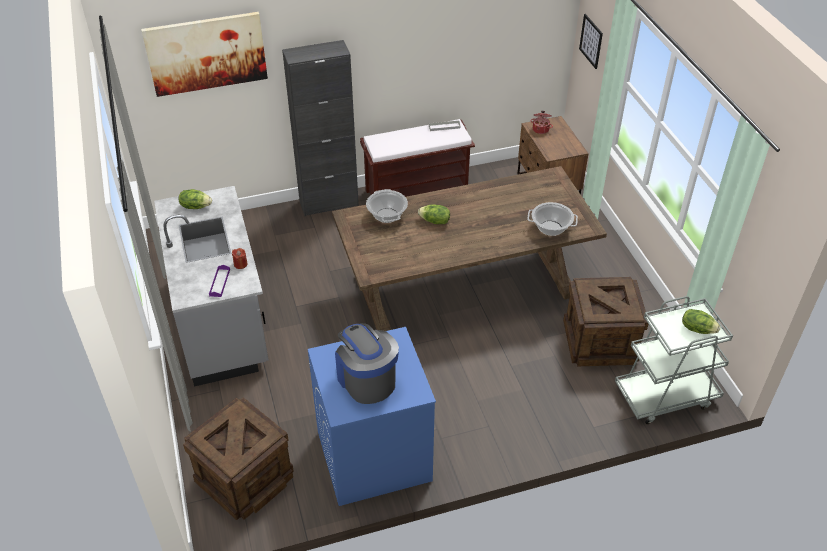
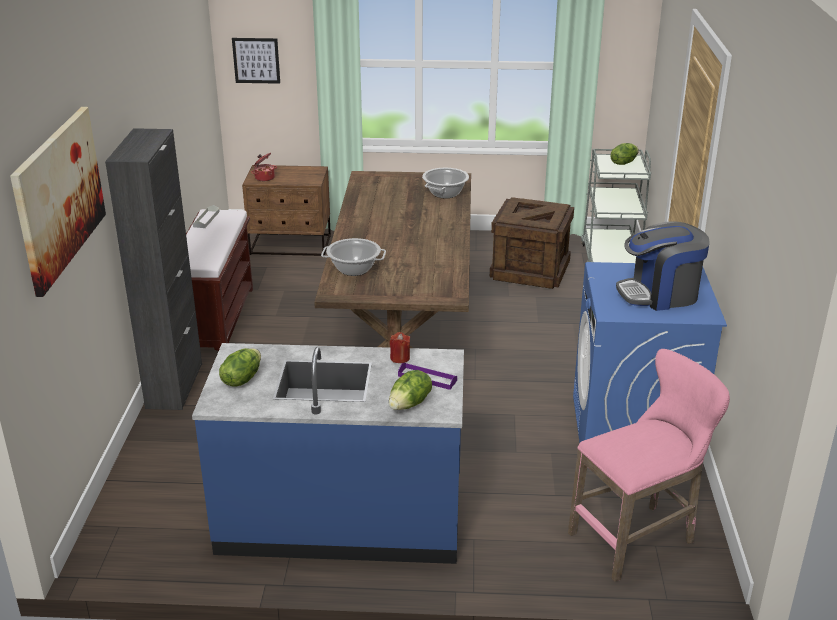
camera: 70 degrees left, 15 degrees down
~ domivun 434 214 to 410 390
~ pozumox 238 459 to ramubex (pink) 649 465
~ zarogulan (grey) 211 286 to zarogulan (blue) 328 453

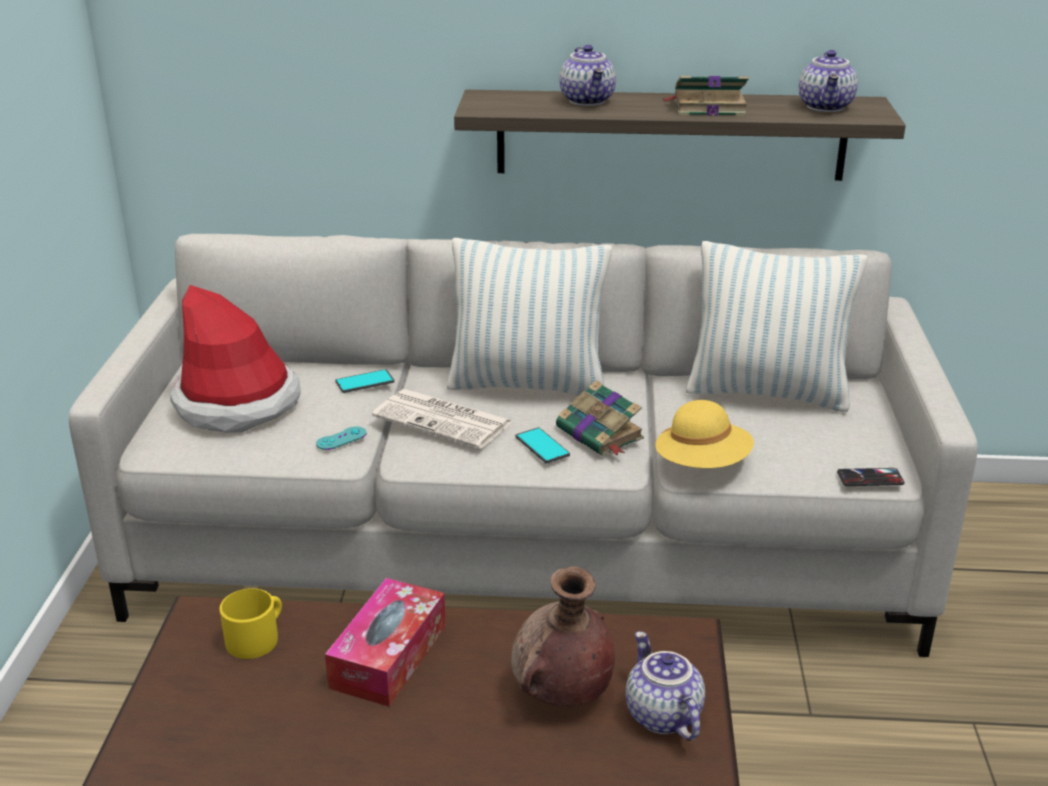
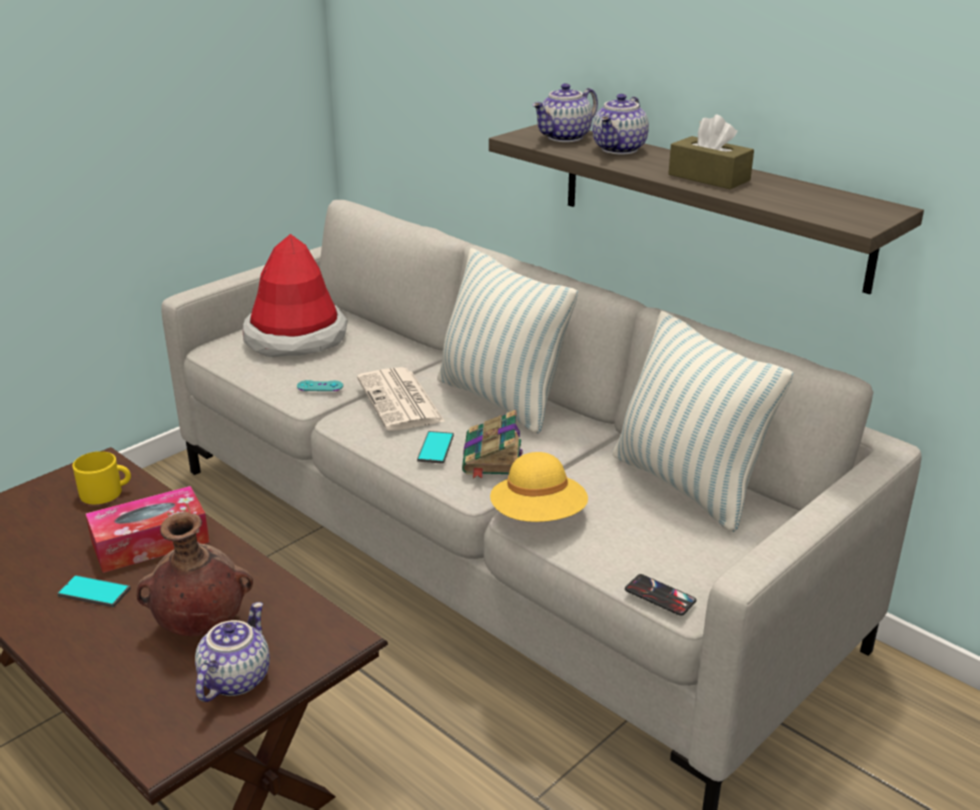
camera: 40 degrees right, 0 degrees up
~ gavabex 364 381 to 94 591
~ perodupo 828 81 to 565 112
~ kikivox 705 96 to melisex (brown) 711 152

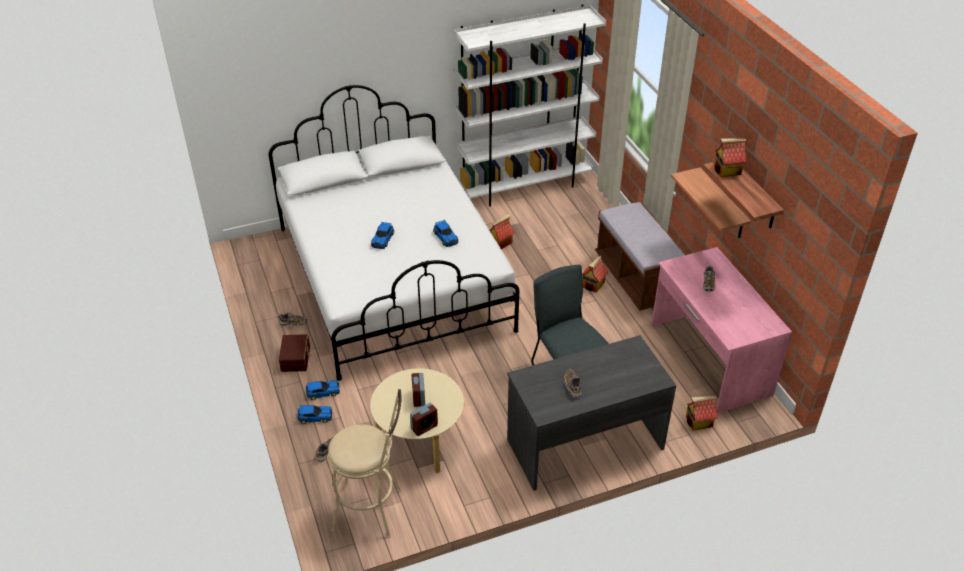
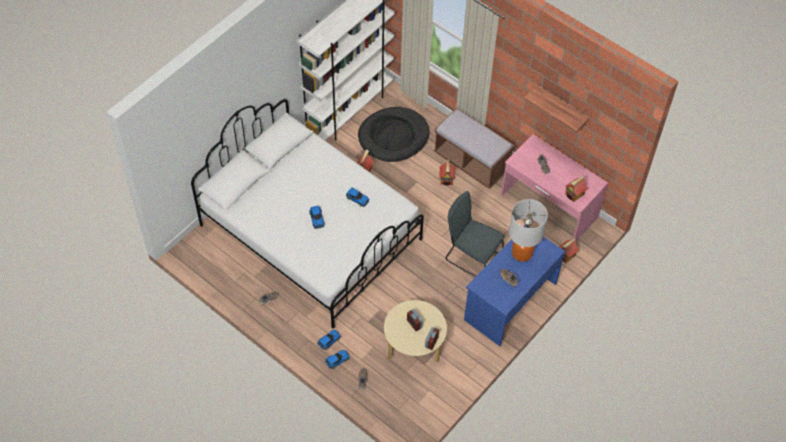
camera: 30 degrees left, 15 degrees up
- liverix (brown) 294 353
- ramubex (beige) 364 463
- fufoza 711 202
+ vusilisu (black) 394 134
+ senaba 528 230
~ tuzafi 730 158 to 576 189
~ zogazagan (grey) 591 413 to zogazagan (blue) 514 285

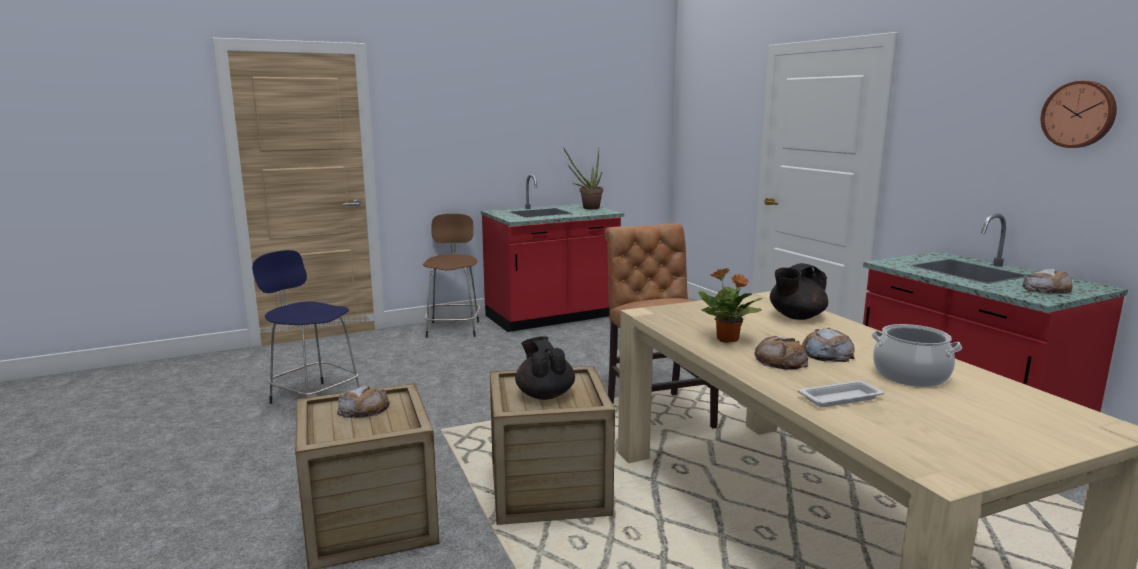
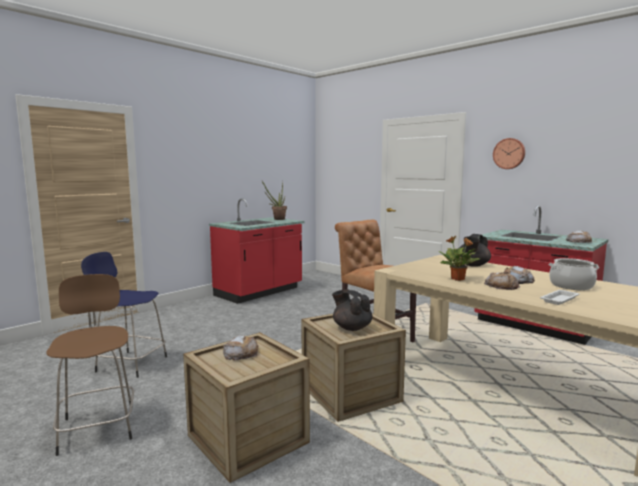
camera: 20 degrees left, 5 degrees down
~ ramubex (brown) 451 276 to 90 365
~ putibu 1079 114 to 509 153

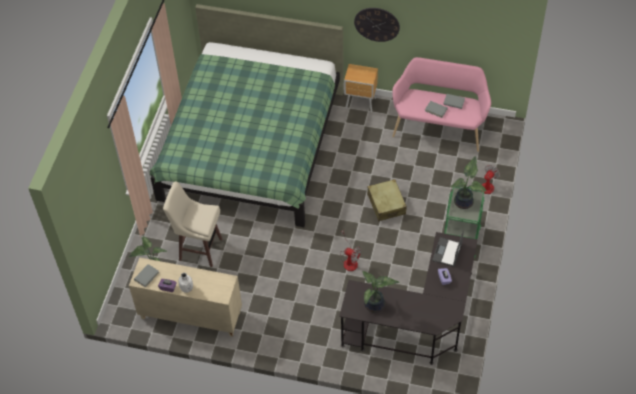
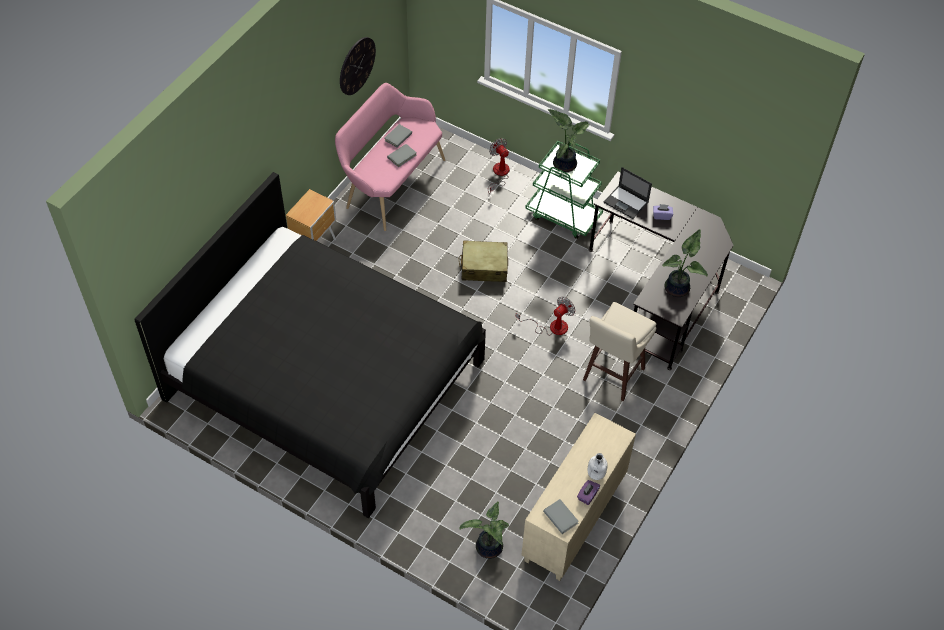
camera: 75 degrees left, 0 degrees up
~ ramubex (beige) 192 224 to 619 351
~ putibu 377 25 to 358 66
~ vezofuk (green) 247 115 to vezofuk (black) 310 345

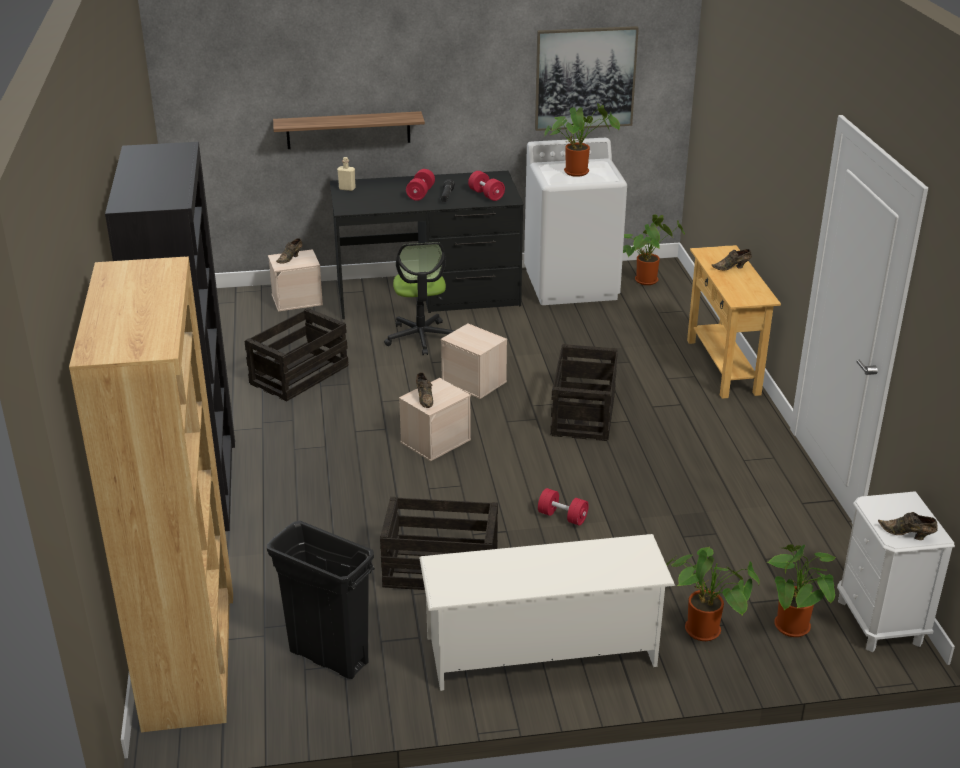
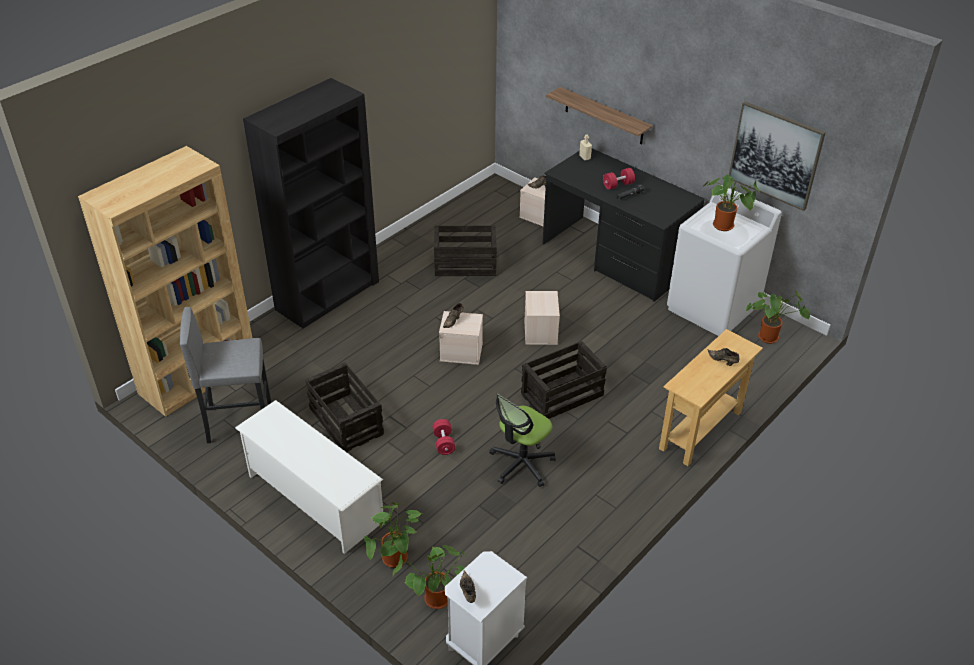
camera: 50 degrees right, 10 degrees up
- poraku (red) 486 186
~ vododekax 419 298 to 522 440
~ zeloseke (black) 321 600 to ramubex (grey) 226 375

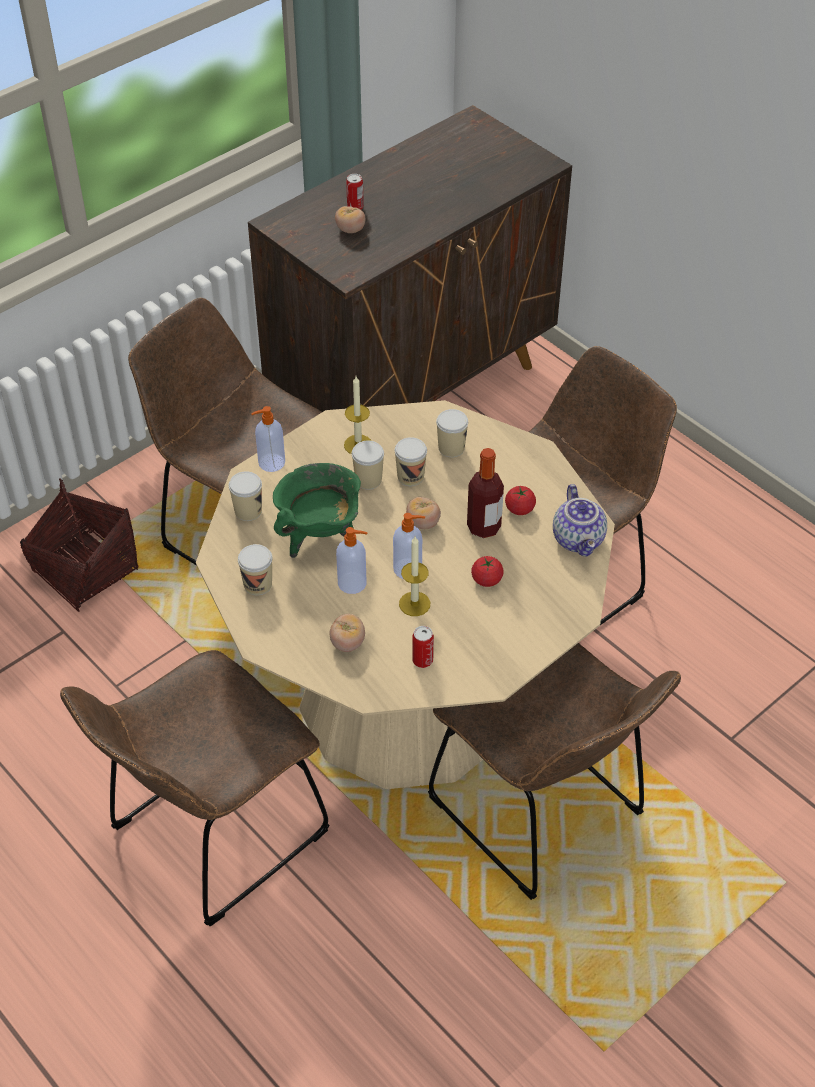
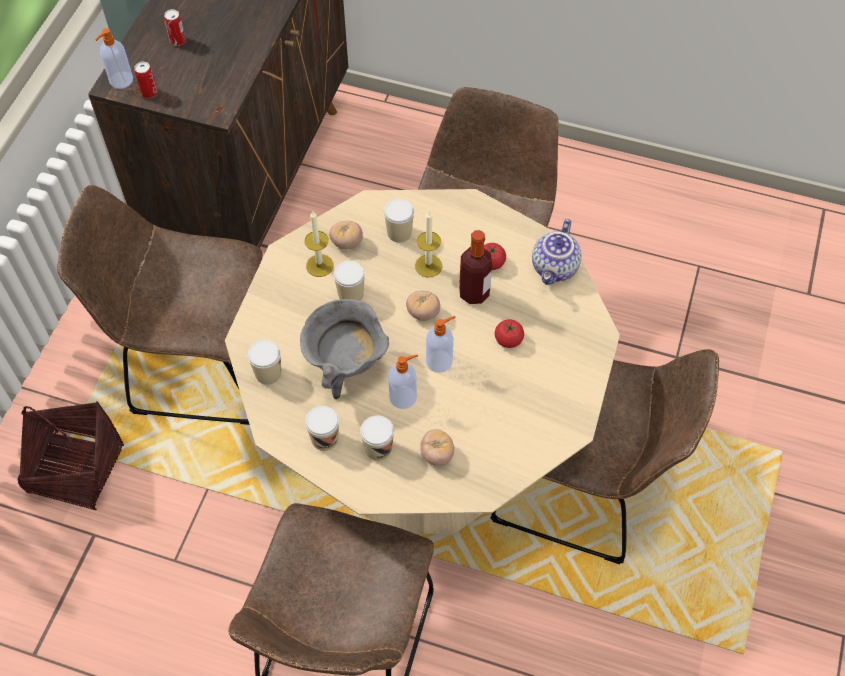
camera: 30 degrees left, 10 degrees up
~ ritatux 268 439 to 114 58
~ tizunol 350 219 to 346 235
~ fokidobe 411 461 to 377 438
~ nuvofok 414 576 to 428 245
~ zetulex 423 647 to 146 80
~ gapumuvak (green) 317 510 to gapumuvak (grey) 344 349
~ perodupo 580 520 = 557 252 60 degrees clockwise

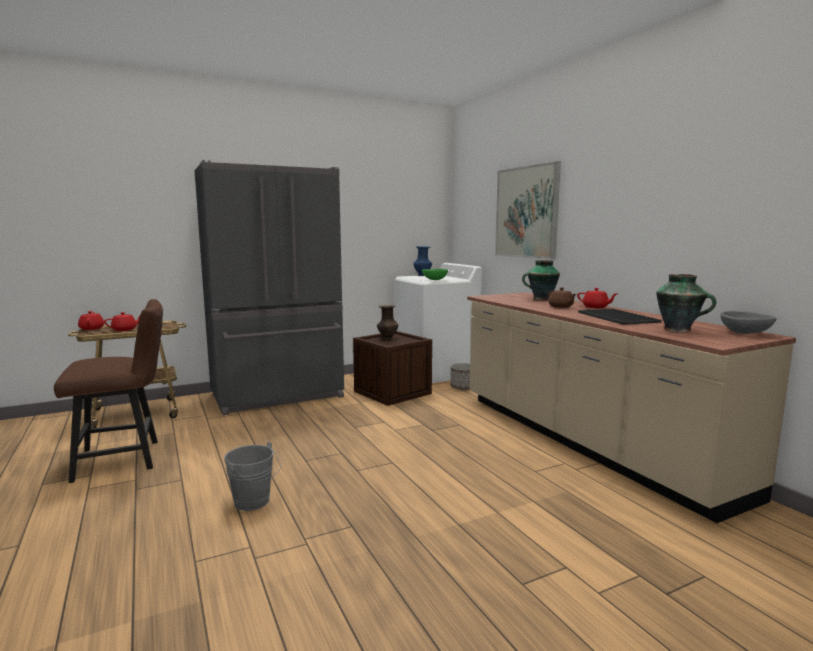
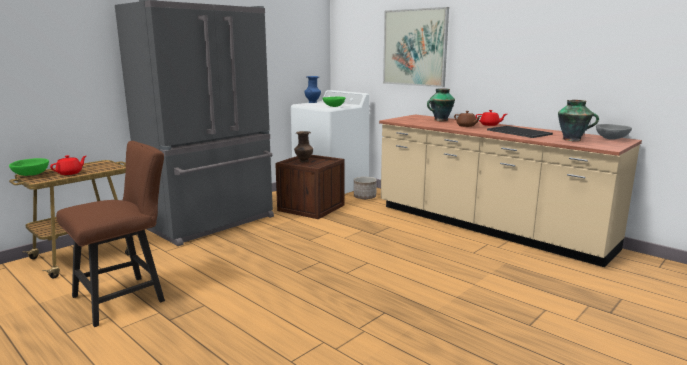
camera: 20 degrees left, 5 degrees up
- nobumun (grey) 252 476
~ perodupo (red) 91 320 to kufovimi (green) 29 167

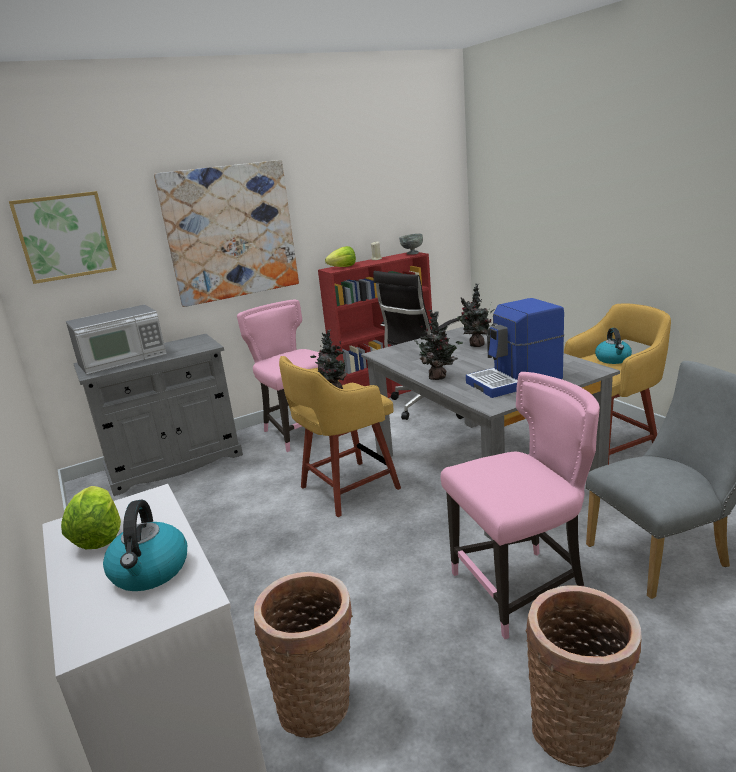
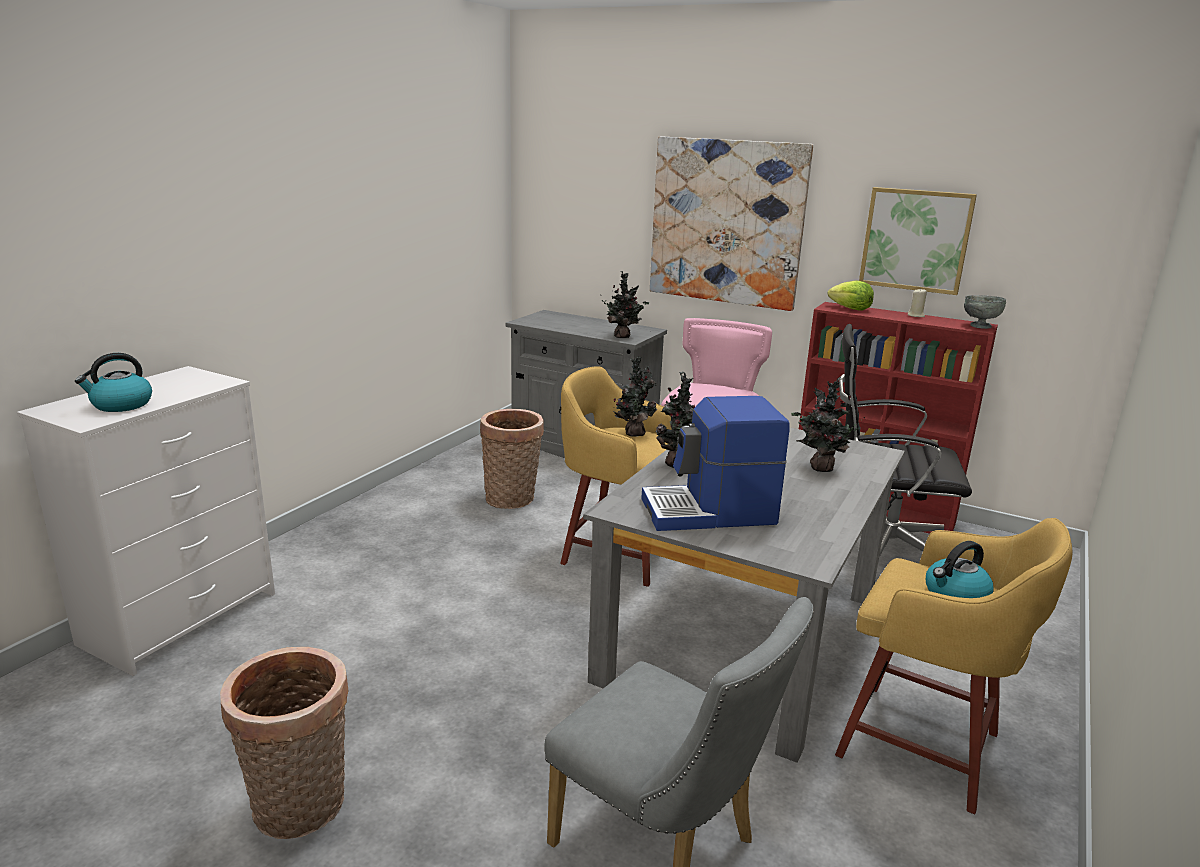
camera: 55 degrees right, 0 degrees up
- domivun 91 517
- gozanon 116 339
- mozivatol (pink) 520 505
+ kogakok 625 304
~ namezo 63 237 to 918 241
~ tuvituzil 303 655 to 512 459
~ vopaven 515 348 = 715 463 45 degrees counterclockwise

